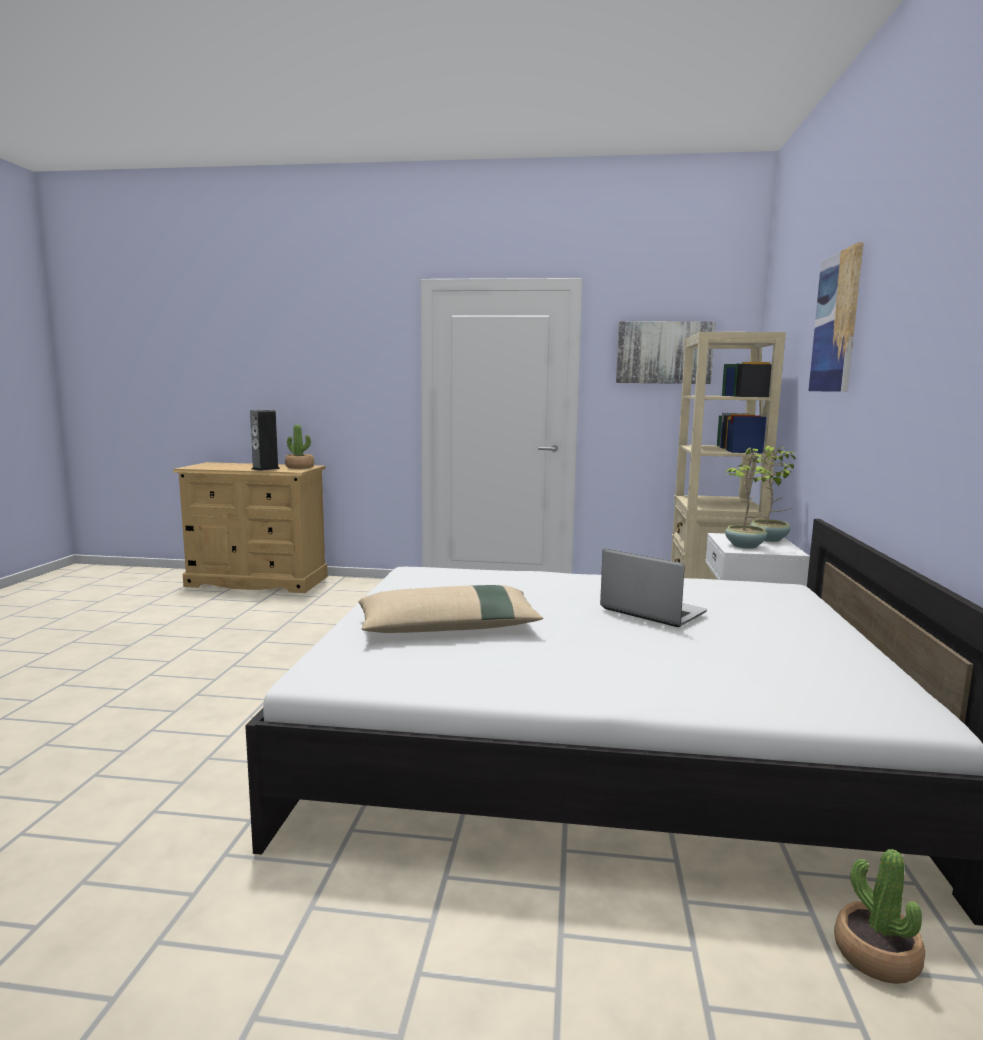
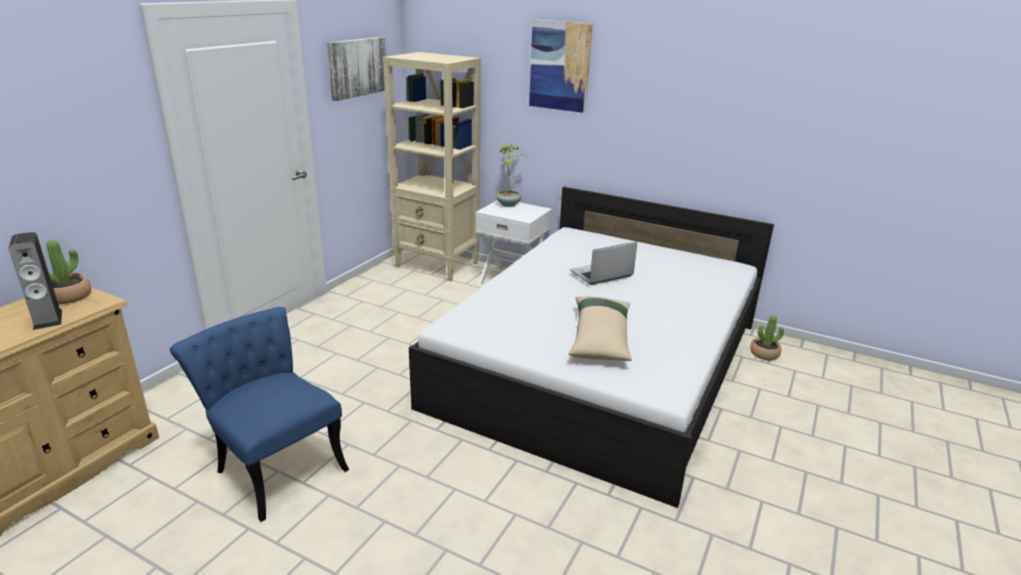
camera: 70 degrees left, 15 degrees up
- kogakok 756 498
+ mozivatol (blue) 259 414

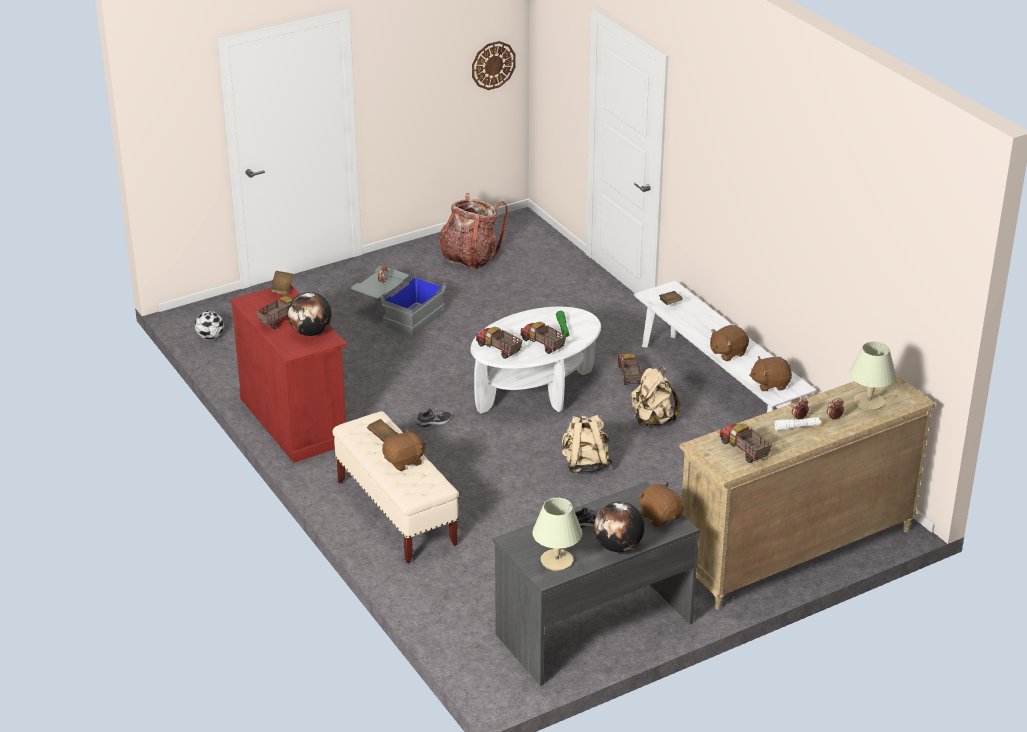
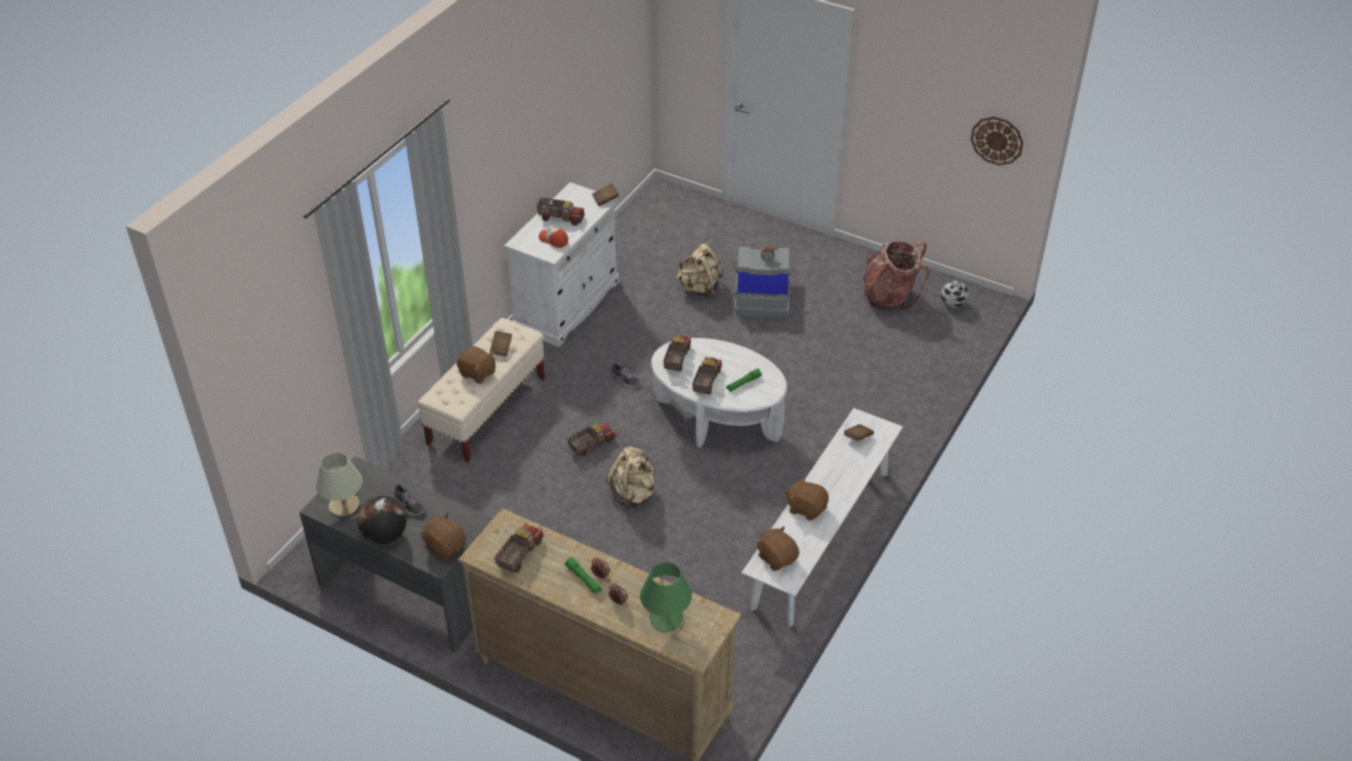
camera: 60 degrees right, 10 degrees up
~ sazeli 209 325 to 955 294
~ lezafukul 630 369 to 591 440
~ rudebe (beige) 656 397 to 699 271
~ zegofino 310 314 to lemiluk 553 237
~ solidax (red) 288 374 to solidax (white) 561 264
~ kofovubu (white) 797 424 to kofovubu (green) 583 575
~ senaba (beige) 872 376 to senaba (green) 666 597
~ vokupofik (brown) 660 505 = 443 536 75 degrees counterclockwise

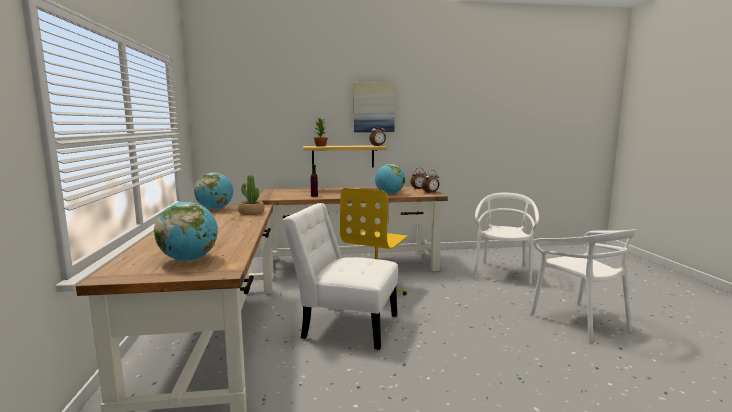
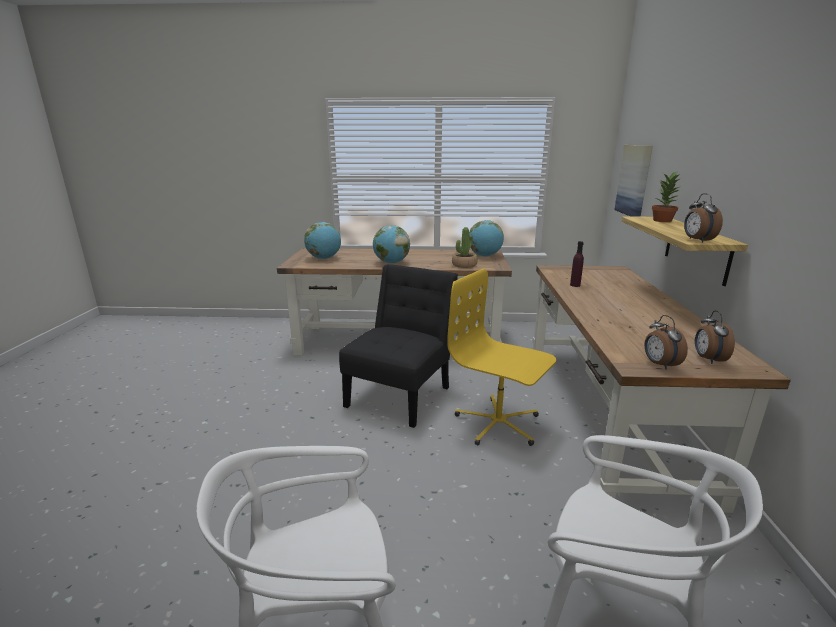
camera: 100 degrees right, 10 degrees up
~ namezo 374 107 to 633 181
~ zegofino 390 179 to 391 244
~ mozivatol (white) 340 276 to mozivatol (black) 398 346

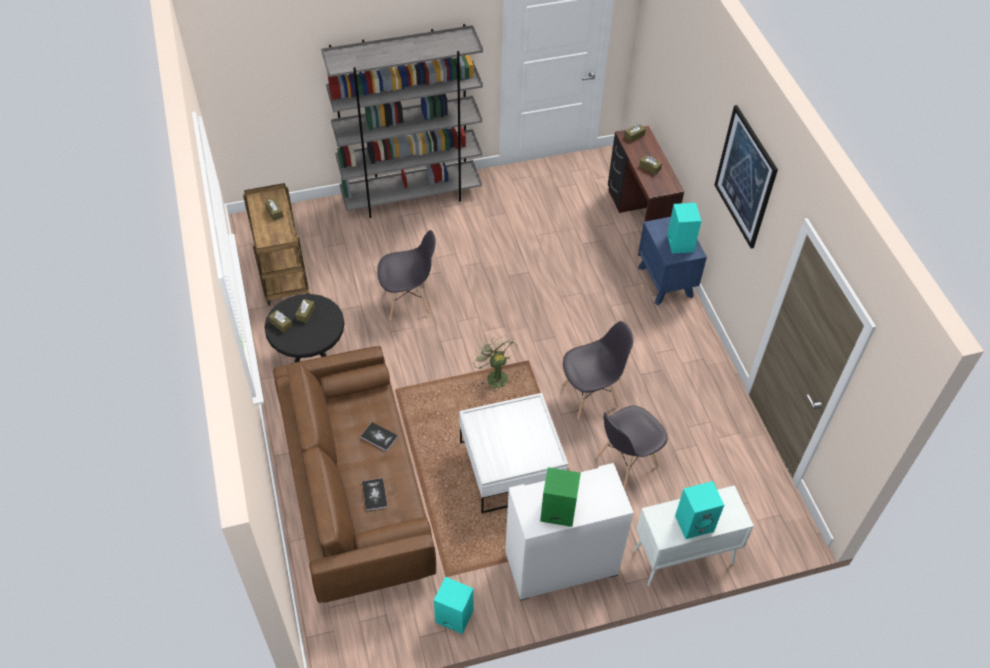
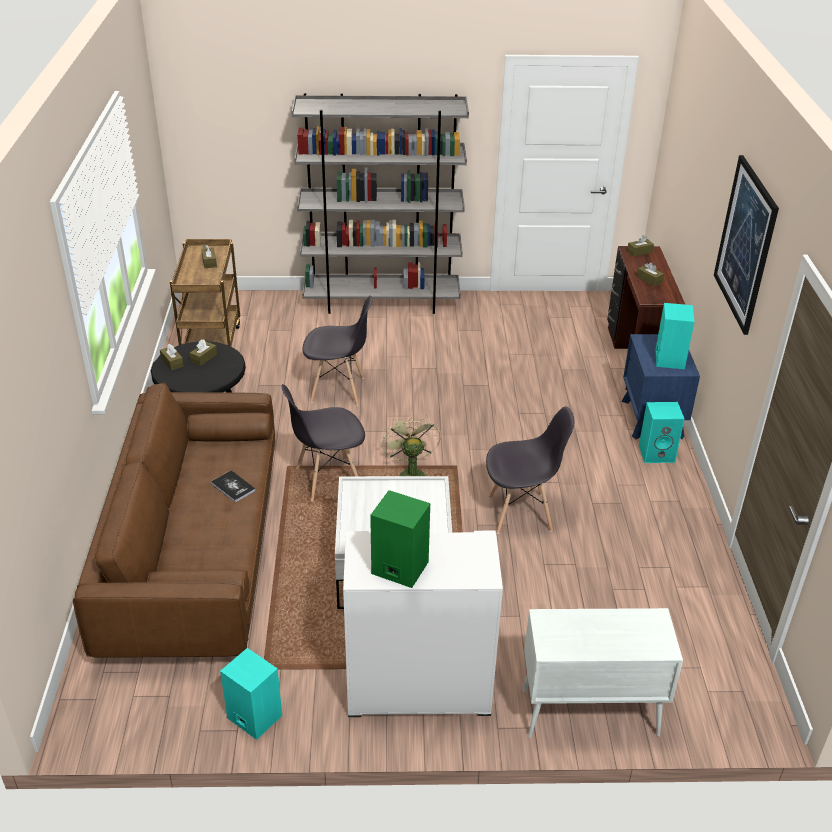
camera: 15 degrees right, 15 degrees down
- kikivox 375 494
~ mozivatol (grey) 631 447 to 323 443
~ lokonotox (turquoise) 699 510 to 661 432

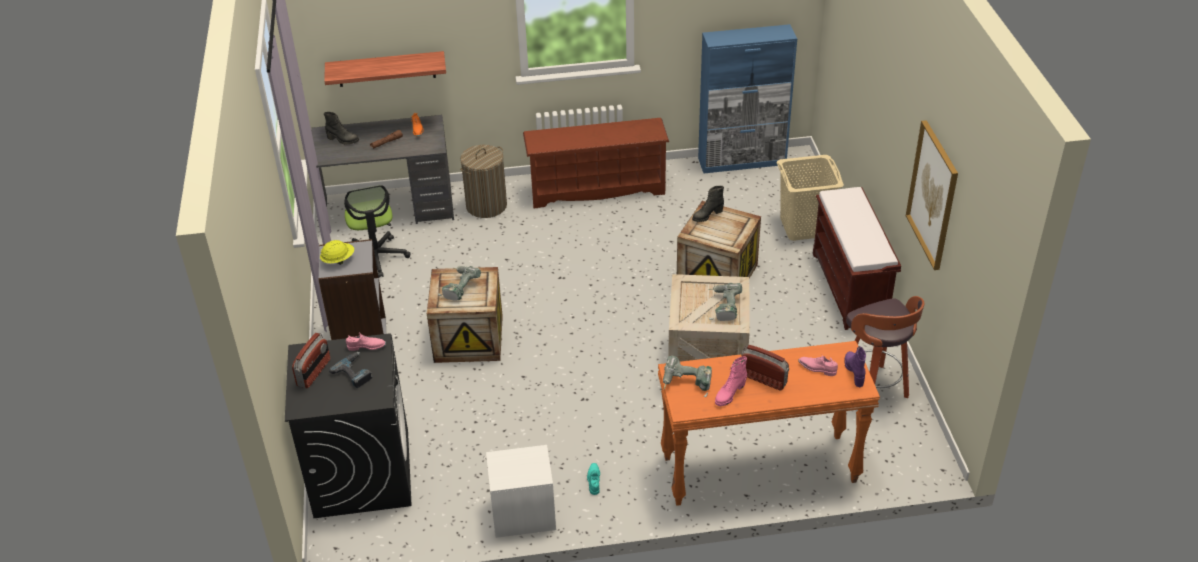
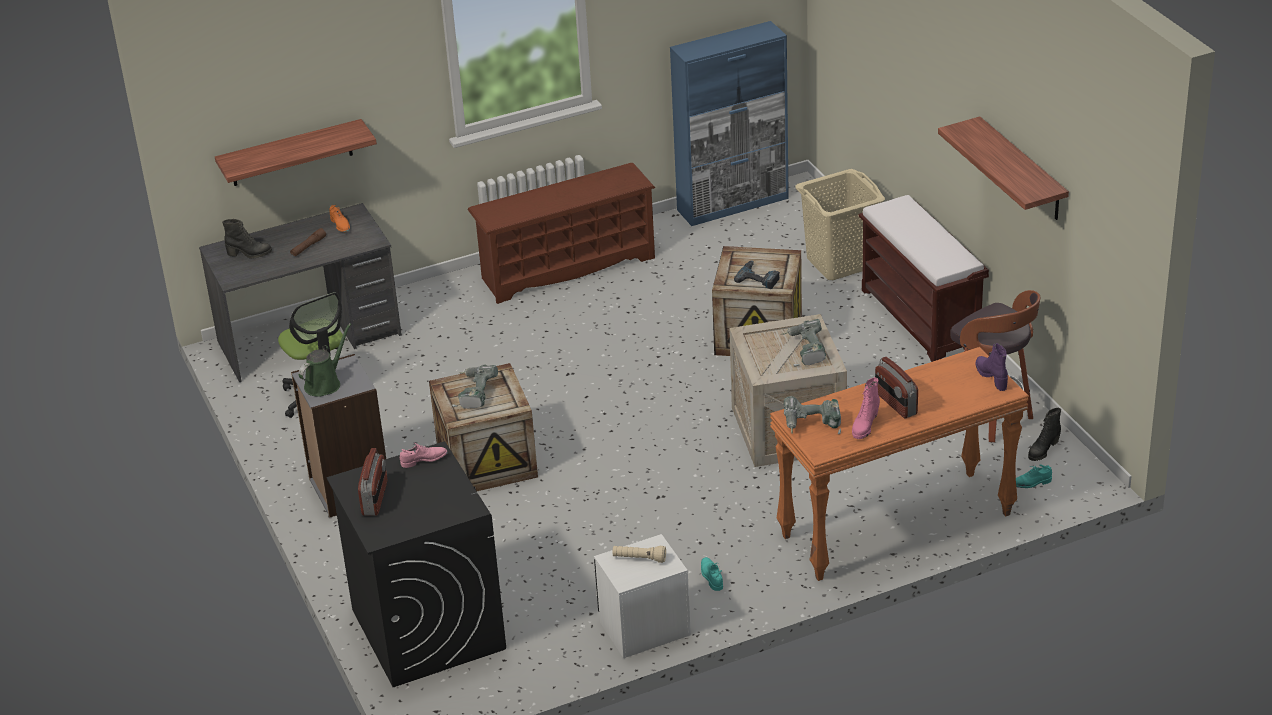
camera: 15 degrees left, 5 degrees down
- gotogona 483 181
- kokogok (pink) 818 365
+ kofovubu (beige) 639 554
+ kokogok (turquoise) 1034 476
~ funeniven 350 370 to 757 274
~ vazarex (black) 708 204 to 1044 434
~ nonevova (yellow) 337 252 to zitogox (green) 325 360
~ namezo 932 195 to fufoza 1003 168
~ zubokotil 765 368 = 896 387 135 degrees counterclockwise

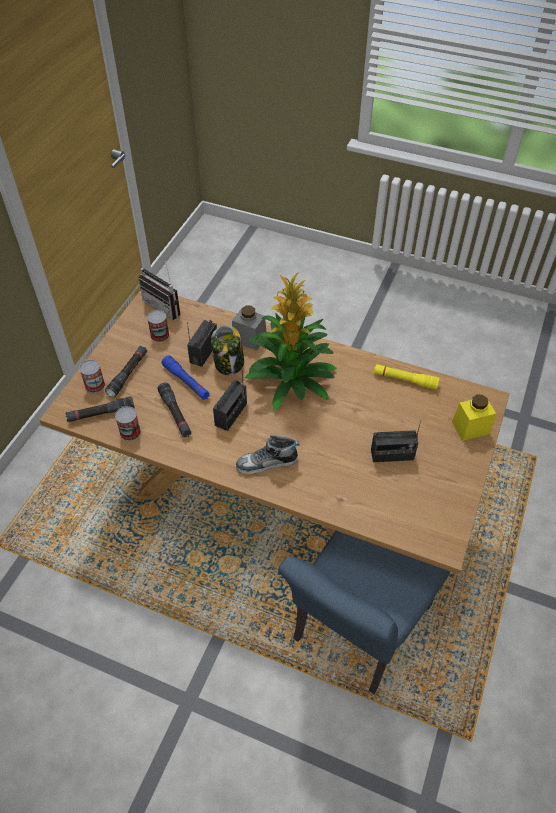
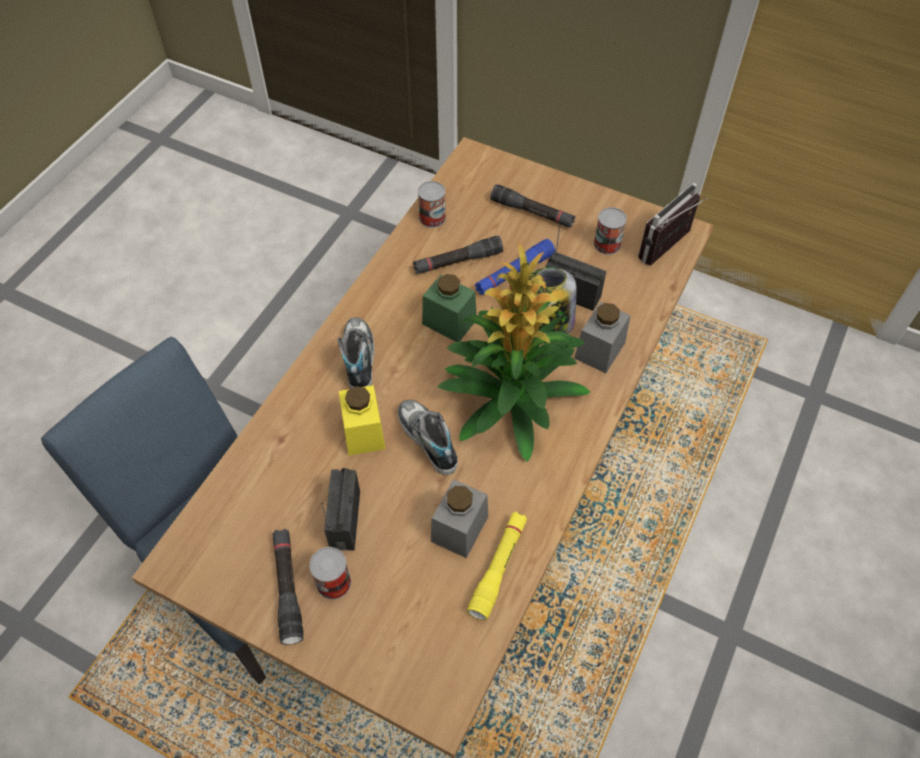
camera: 95 degrees right, 5 degrees up
+ kokogok 428 437
+ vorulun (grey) 459 518
~ kofovubu (black) 100 409 to 288 587
~ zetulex 92 376 to 330 573
~ vorulun (yellow) 474 417 to 362 420
~ zubokotil 230 398 to vorulun (green) 449 308

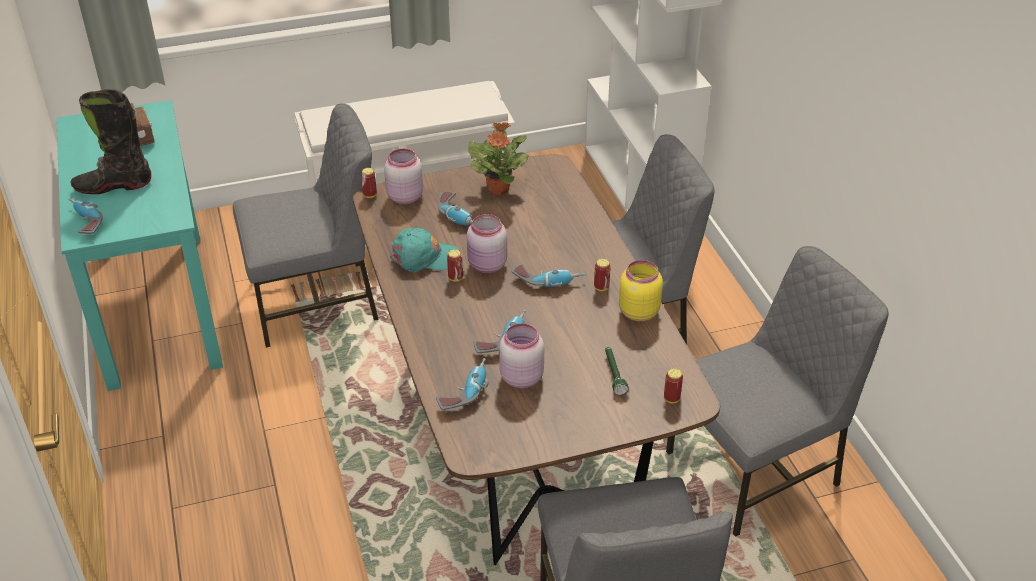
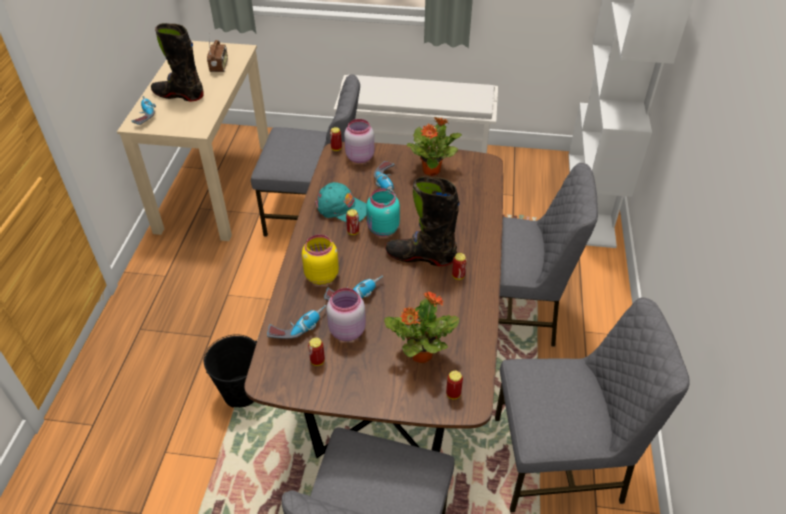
camera: 25 degrees right, 5 degrees up
+ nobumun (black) 230 371
+ zetulex 316 352
~ vorulun (yellow) 641 291 to 320 260
~ funeniven 548 275 to vazarex (black) 422 221
~ kofovubu (green) 617 371 to kogakok 421 327
~ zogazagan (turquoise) 139 245 to zogazagan (beige) 193 141
~ vorulun (pink) 487 243 to vorulun (turquoise) 383 212

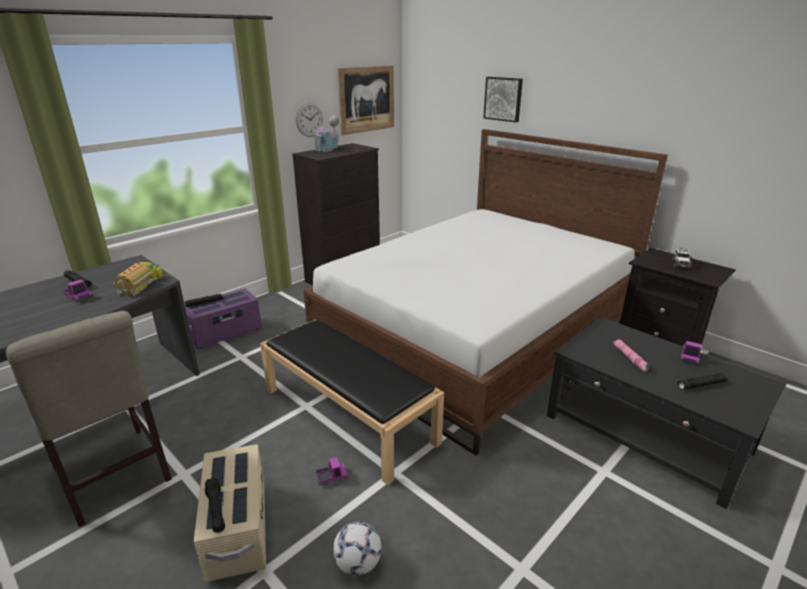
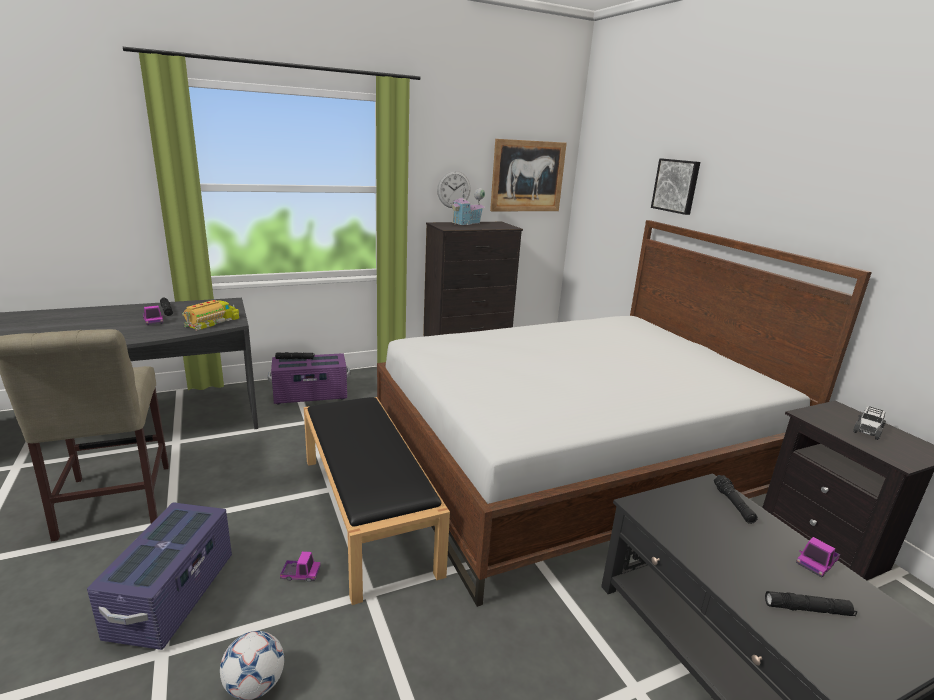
camera: 20 degrees right, 5 degrees down
- kofovubu (pink) 631 356
~ kofovubu (black) 215 505 to 736 499
~ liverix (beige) 230 513 to liverix (purple) 159 576

